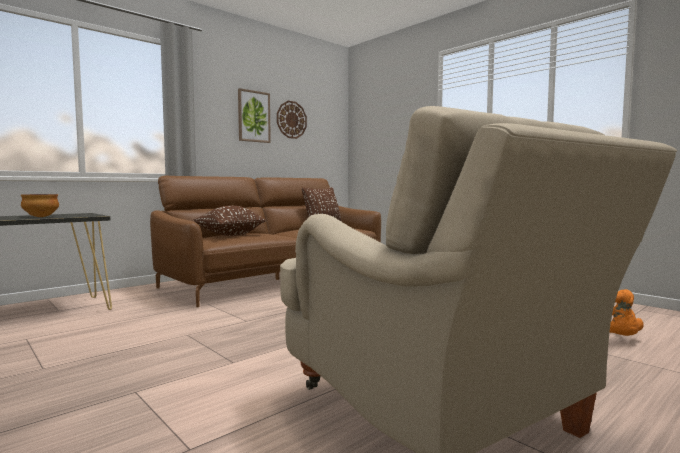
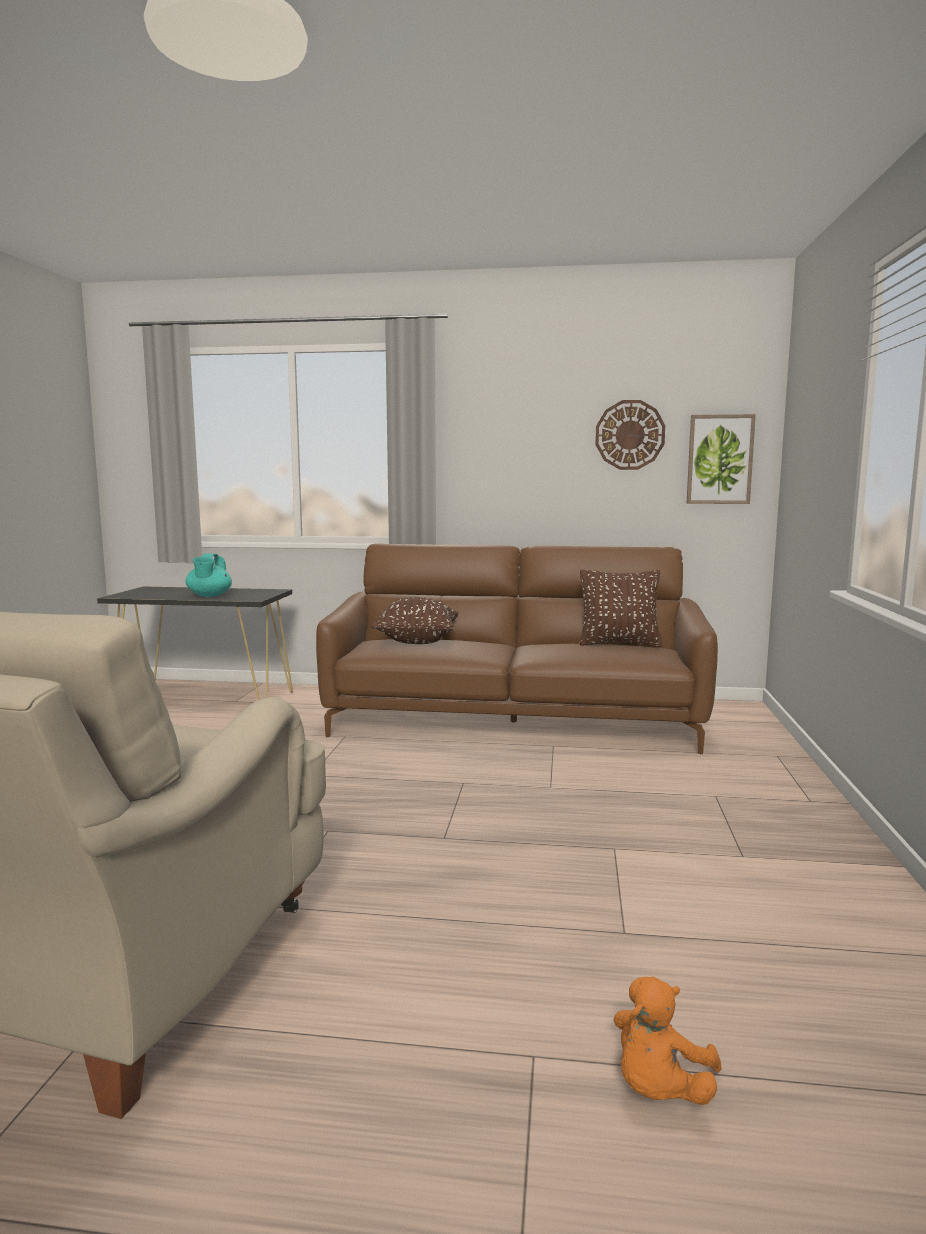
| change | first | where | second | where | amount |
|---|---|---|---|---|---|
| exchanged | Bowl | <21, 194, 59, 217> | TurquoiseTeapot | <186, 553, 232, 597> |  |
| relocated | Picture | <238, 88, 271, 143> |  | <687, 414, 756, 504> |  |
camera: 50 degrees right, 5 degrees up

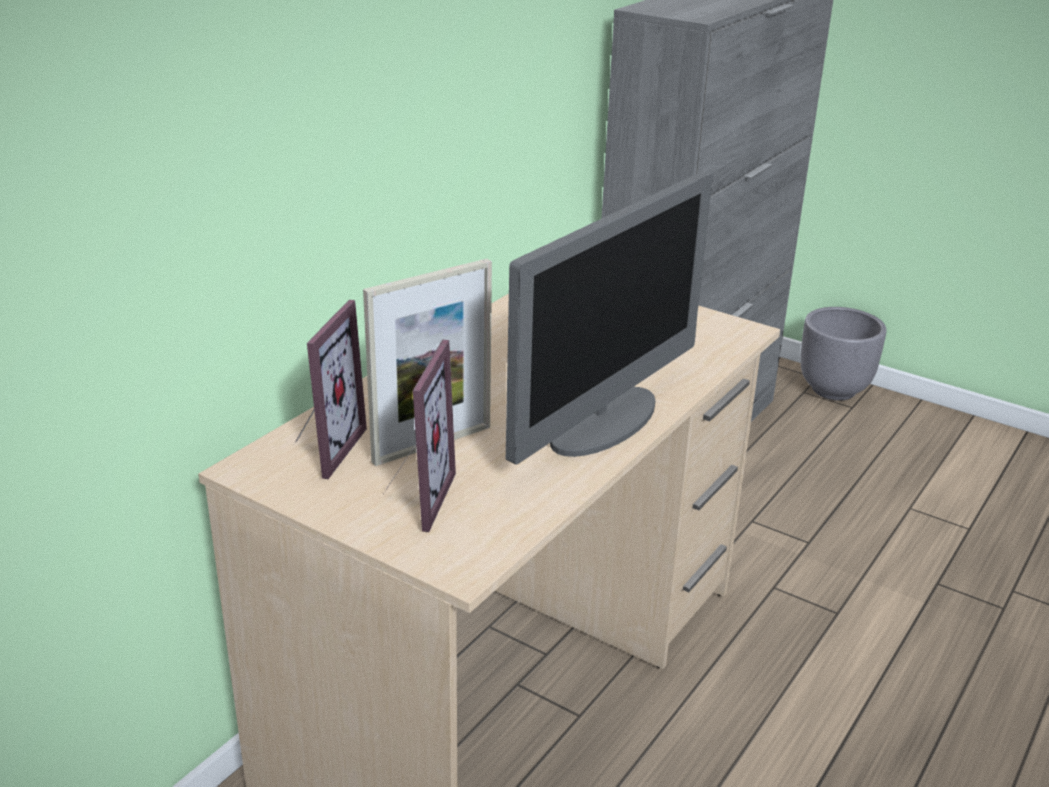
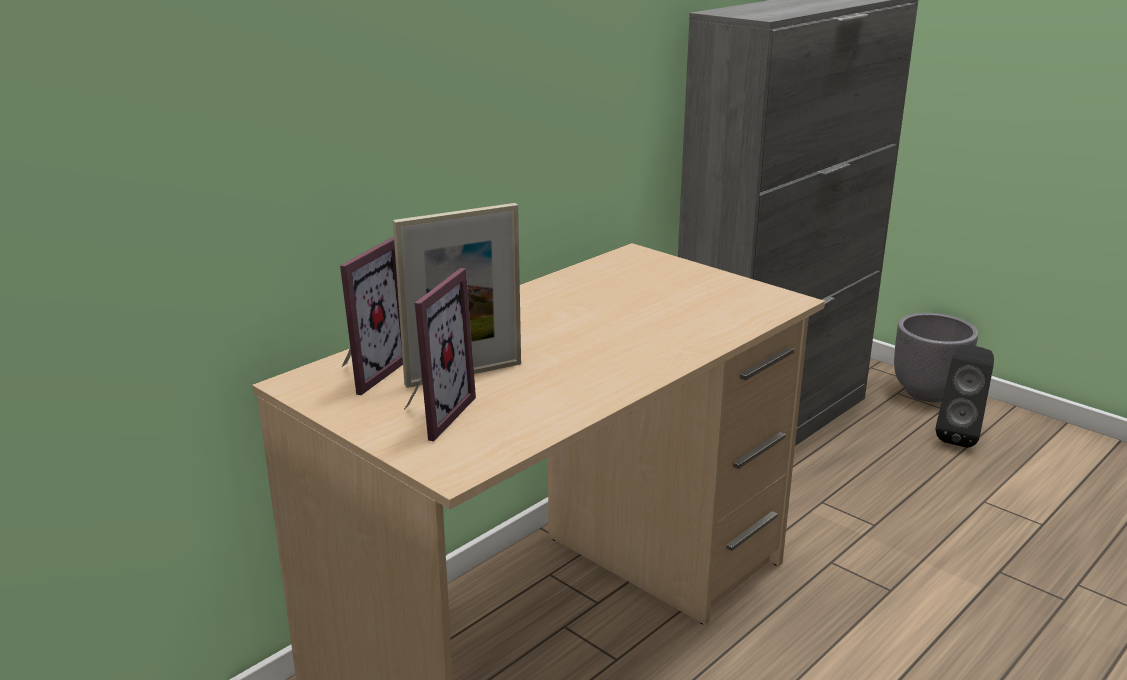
| change | first | where | second | where | amount |
|---|---|---|---|---|---|
| appeared |  |  | BlackSpeaker | <936, 345, 994, 448> |  |
| missing | Monitor | <506, 171, 713, 465> |  |  |  |
camera: 10 degrees right, 5 degrees down

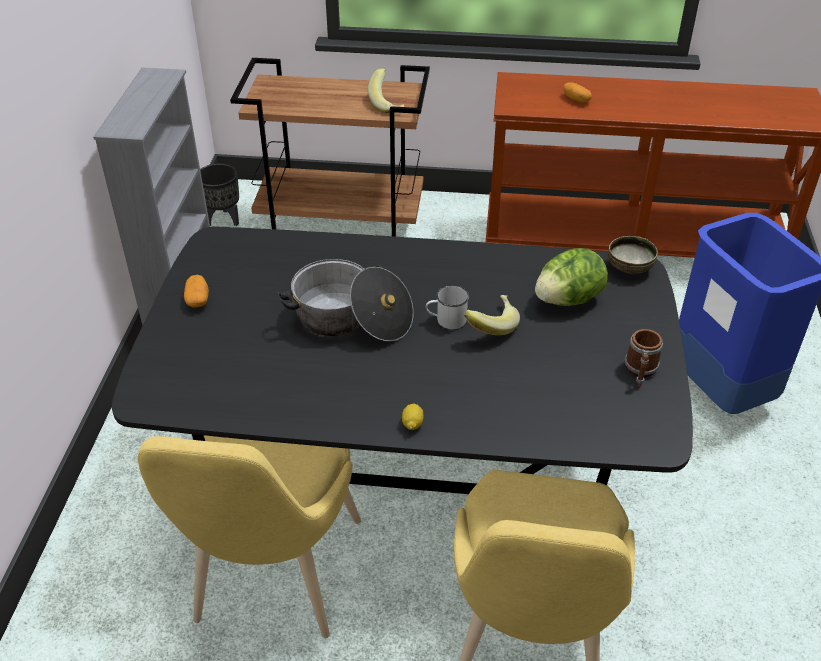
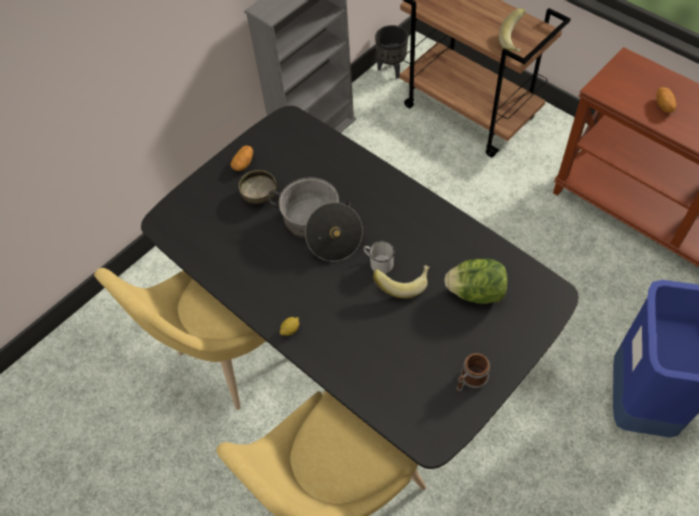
| change | first | where | second | where | amount |
|---|---|---|---|---|---|
| relocated | Bowl | <608, 236, 658, 274> |  | <239, 170, 276, 204> |  |
camera: 40 degrees right, 15 degrees up

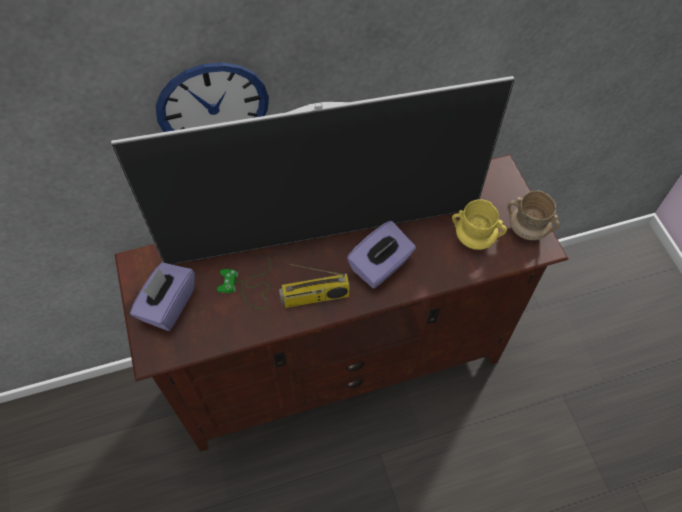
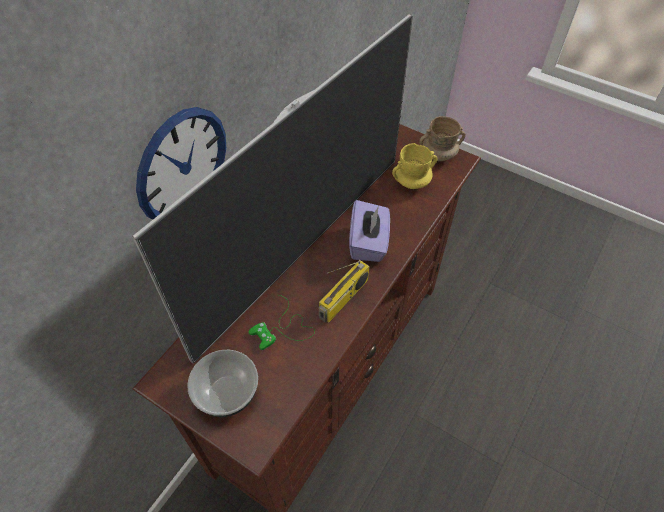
| change | first | where | second | where | amount |
|---|---|---|---|---|---|
| exchanged | PurpleTissueBox | <130, 262, 195, 331> | Bowl | <187, 350, 258, 417> |  |
camera: 40 degrees left, 5 degrees down

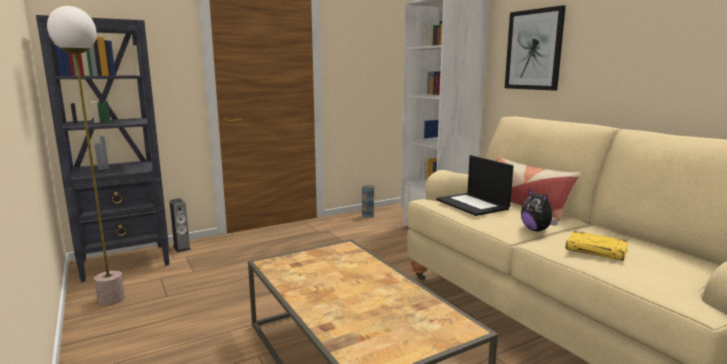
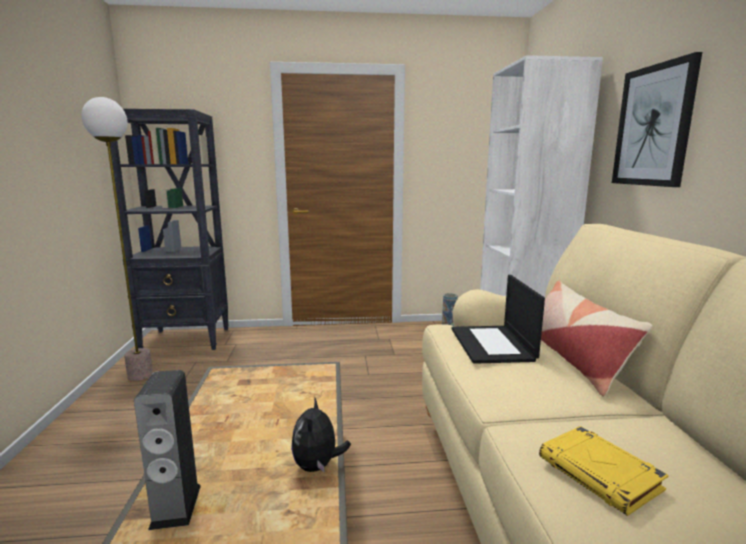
| change | first | where | second | where | amount |
|---|---|---|---|---|---|
| relocated | Speaker | <169, 198, 191, 252> |  | <134, 370, 201, 530> |  |
| relocated | PlushToy | <521, 188, 558, 232> |  | <291, 396, 351, 473> |  |
camera: 25 degrees right, 0 degrees up

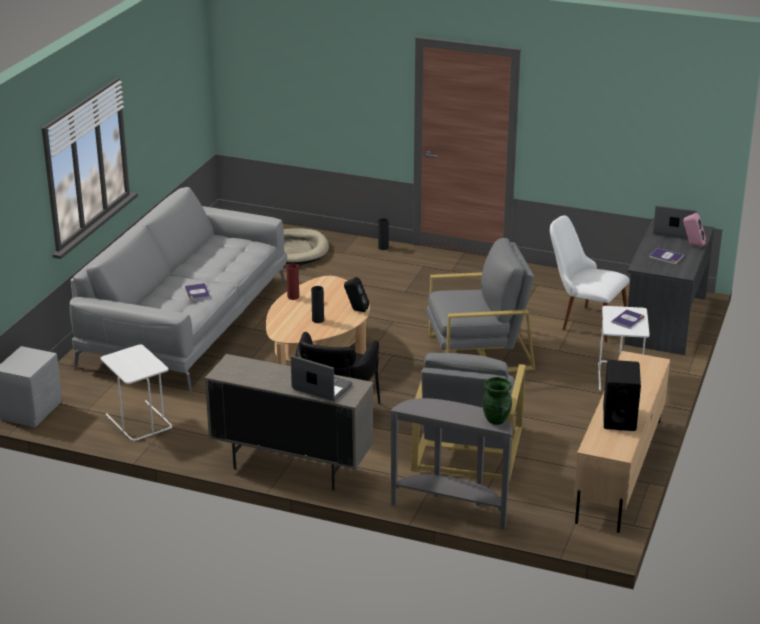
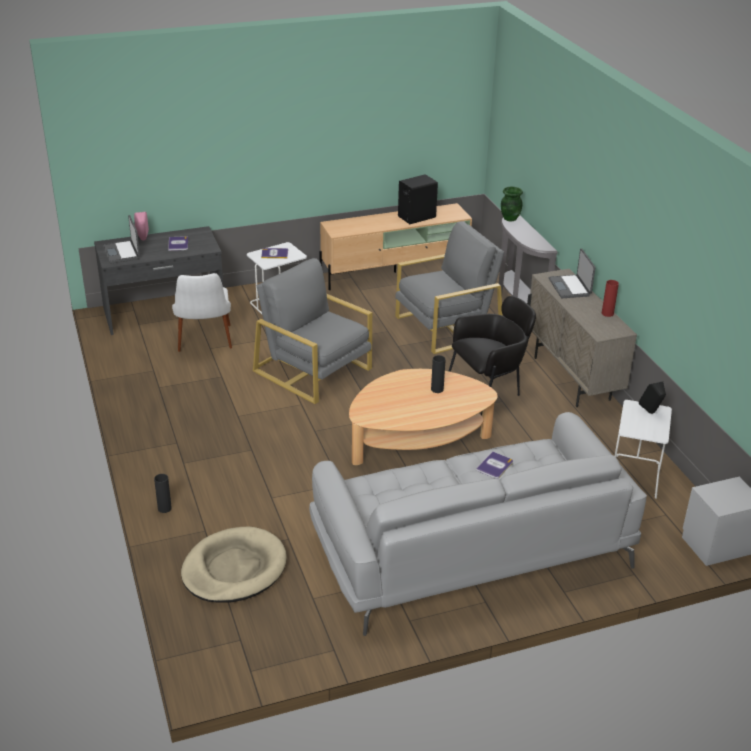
| change | first | where | second | where | amount |
|---|---|---|---|---|---|
| relocated | RedVase | <286, 264, 299, 300> |  | <602, 280, 619, 317> |  |
| relocated | BlackSpeaker | <344, 277, 369, 312> |  | <639, 381, 666, 414> |  |
camera: 130 degrees left, 5 degrees up

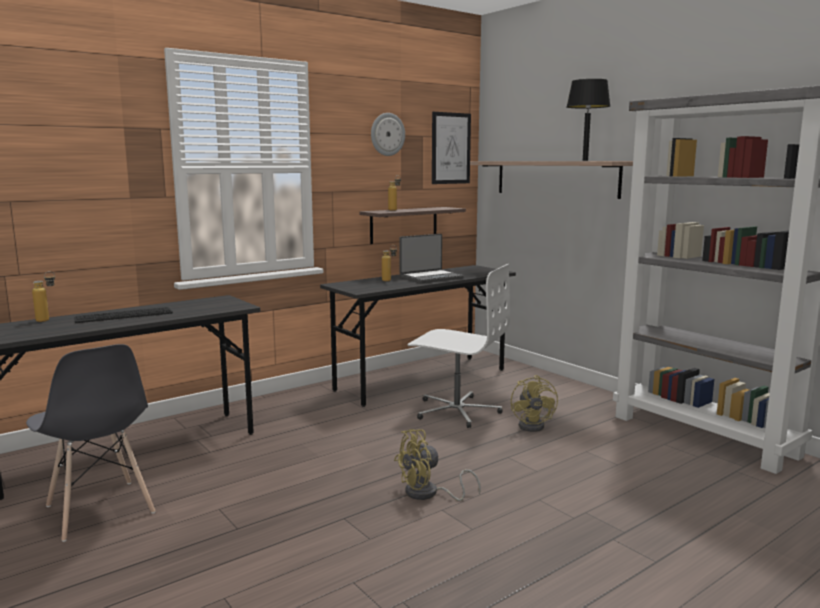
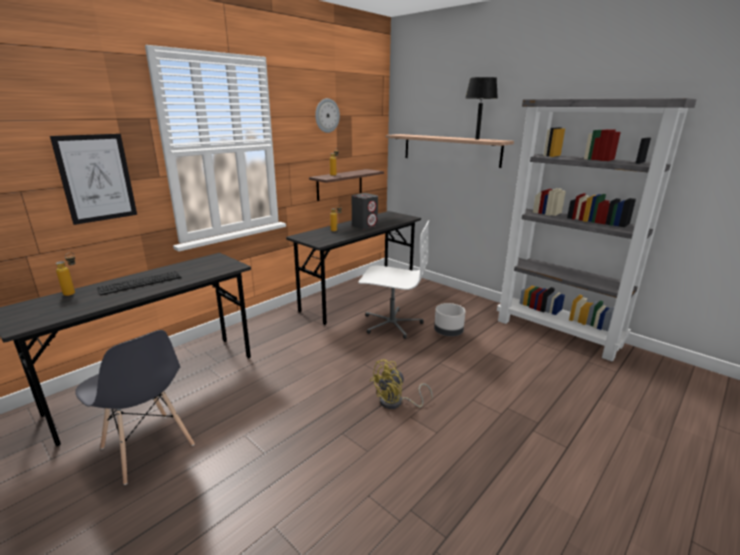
| change | first | where | second | where | amount |
|---|---|---|---|---|---|
| relocated | Picture | <432, 112, 471, 184> |  | <50, 134, 137, 225> |  |
| exchanged | Laptop | <400, 234, 464, 283> | GreySpeaker | <352, 193, 378, 229> |  |
| exchanged | YellowFan | <511, 375, 558, 432> | GreyPlanter | <434, 303, 466, 336> |  |
camera: 10 degrees left, 10 degrees up

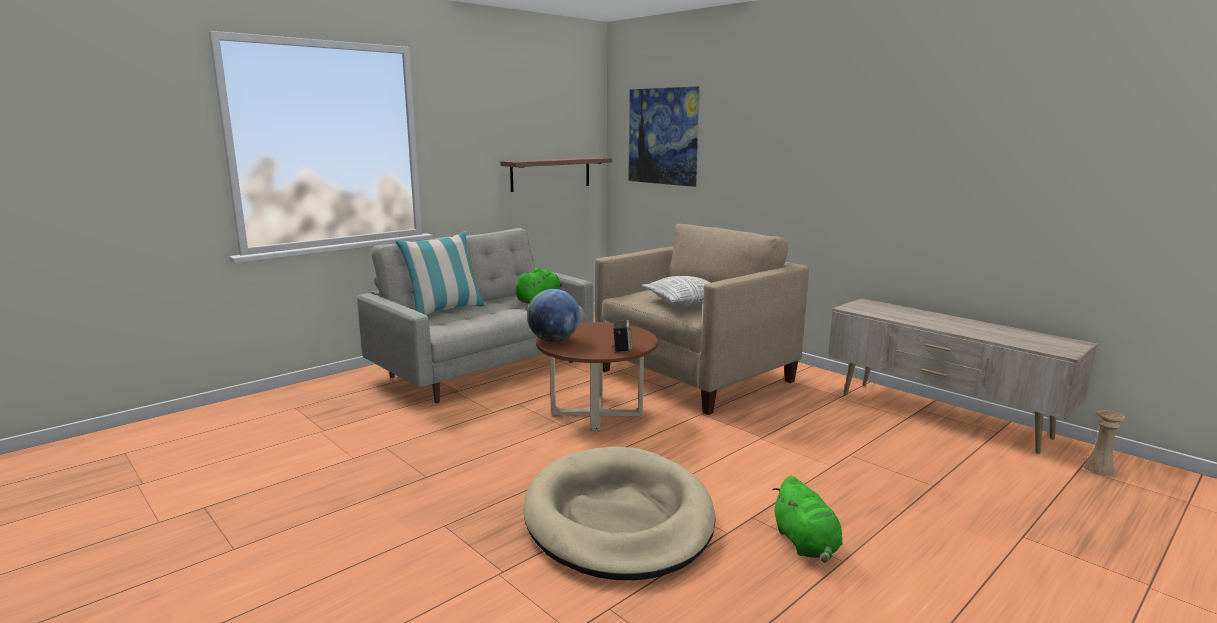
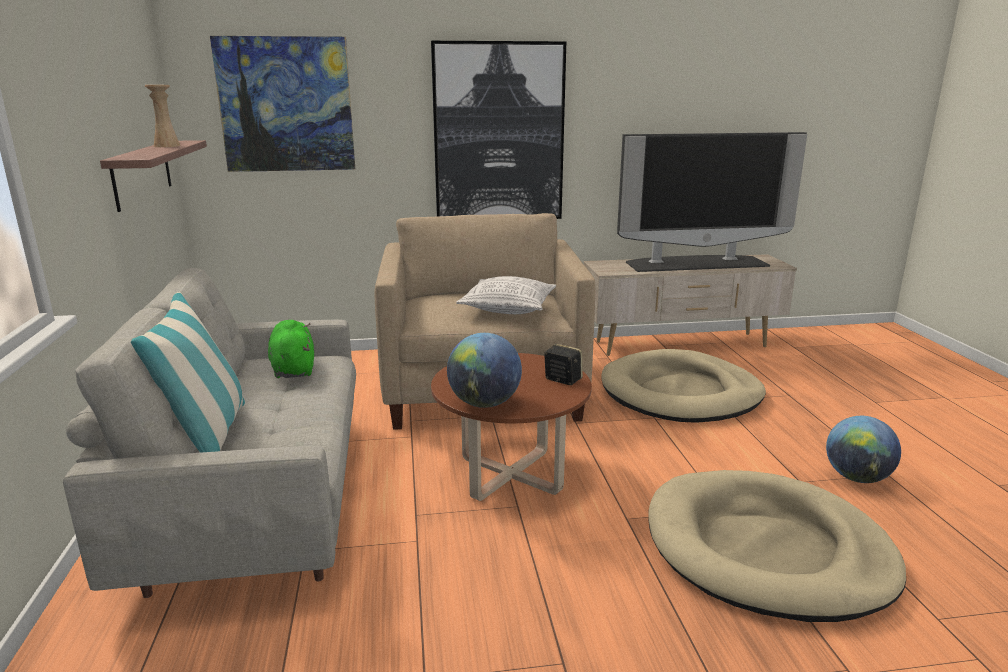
| change | first | where | second | where | amount |
|---|---|---|---|---|---|
| relocated | BeigeVase | <1084, 410, 1125, 476> |  | <145, 85, 180, 147> |  |
| appeared |  |  | Picture | <431, 41, 566, 219> |  |
| appeared |  |  | BeigeDogBed | <601, 349, 766, 423> |  |
| appeared |  |  | Television | <617, 132, 807, 272> |  |
| exchanged | GreenPlushToy | <772, 476, 843, 563> | Globe | <826, 416, 901, 483> |  |
camera: 55 degrees left, 5 degrees up

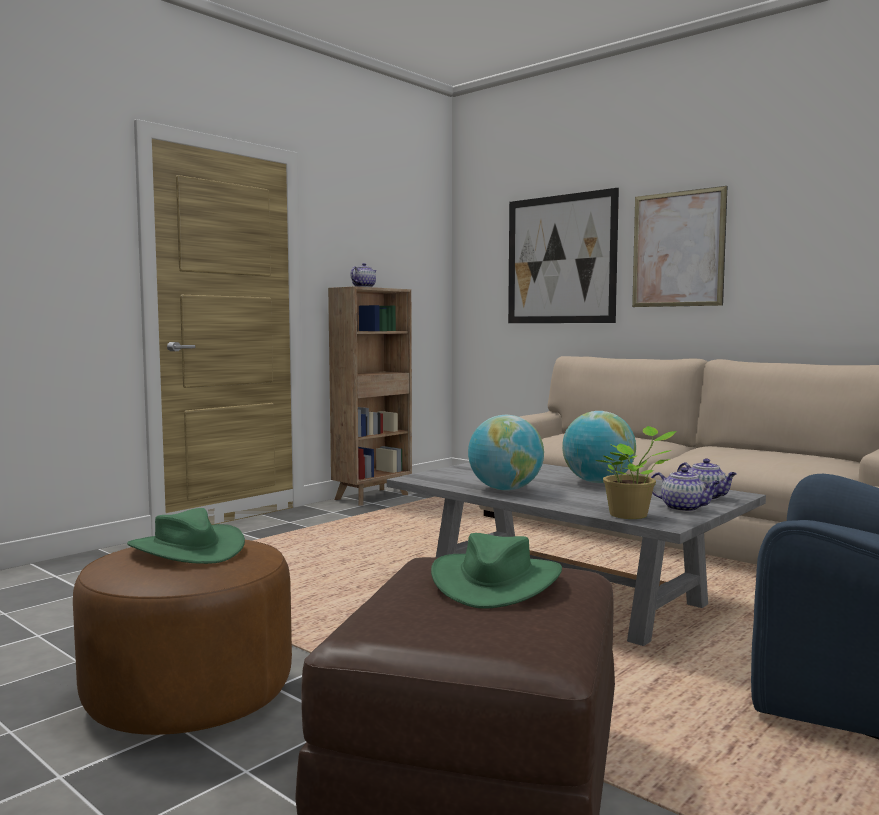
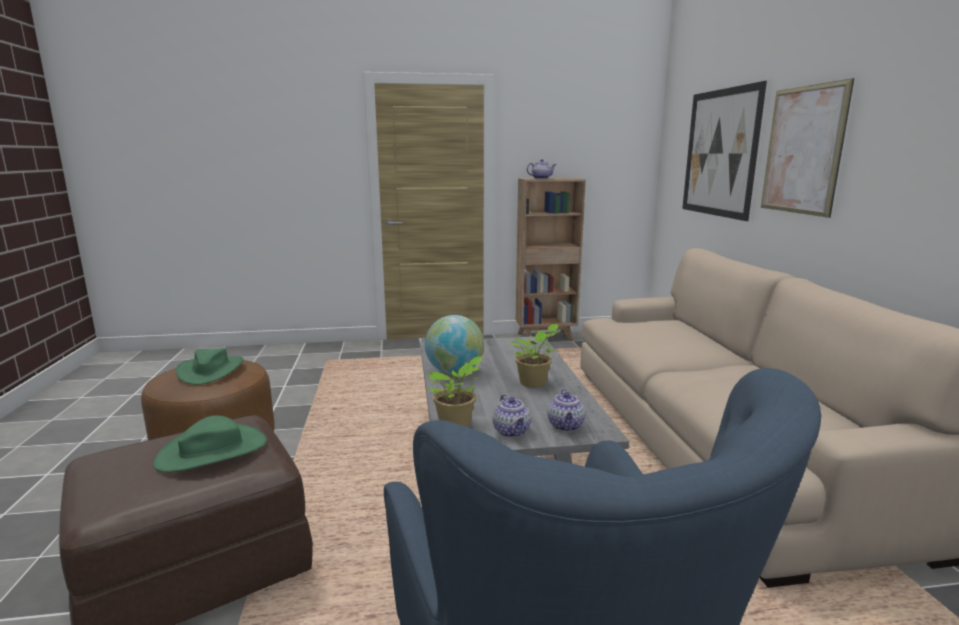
| change | first | where | second | where | amount |
|---|---|---|---|---|---|
| exchanged | Globe | <562, 411, 636, 483> | PottedPlant | <509, 323, 560, 388> |  |
camera: 40 degrees right, 10 degrees up

